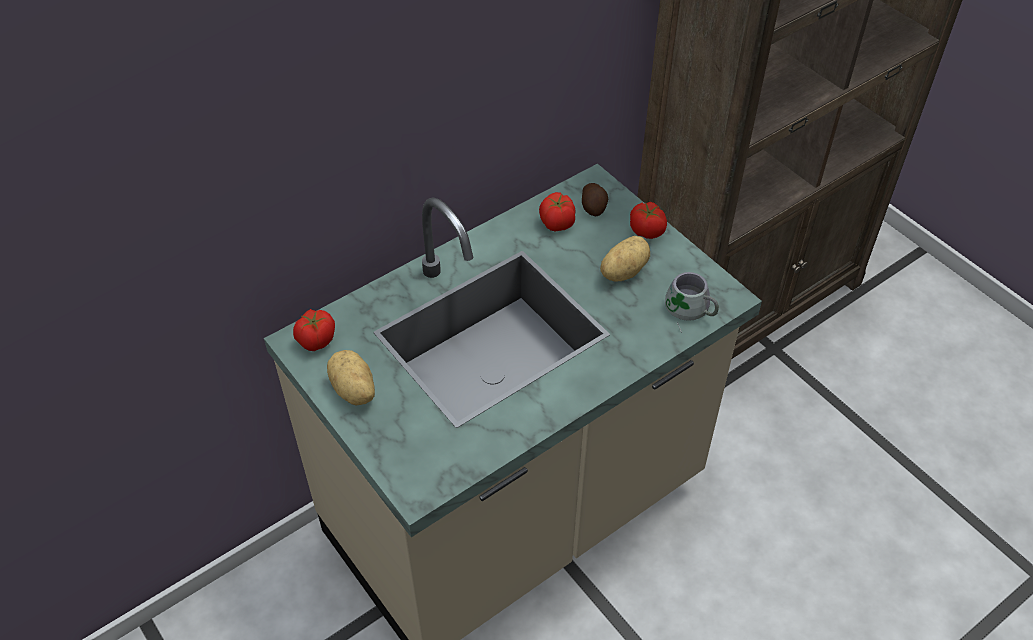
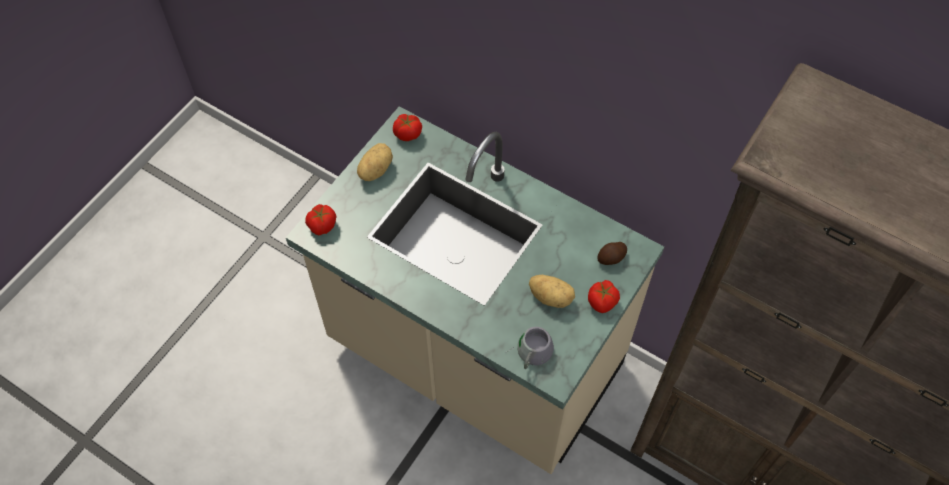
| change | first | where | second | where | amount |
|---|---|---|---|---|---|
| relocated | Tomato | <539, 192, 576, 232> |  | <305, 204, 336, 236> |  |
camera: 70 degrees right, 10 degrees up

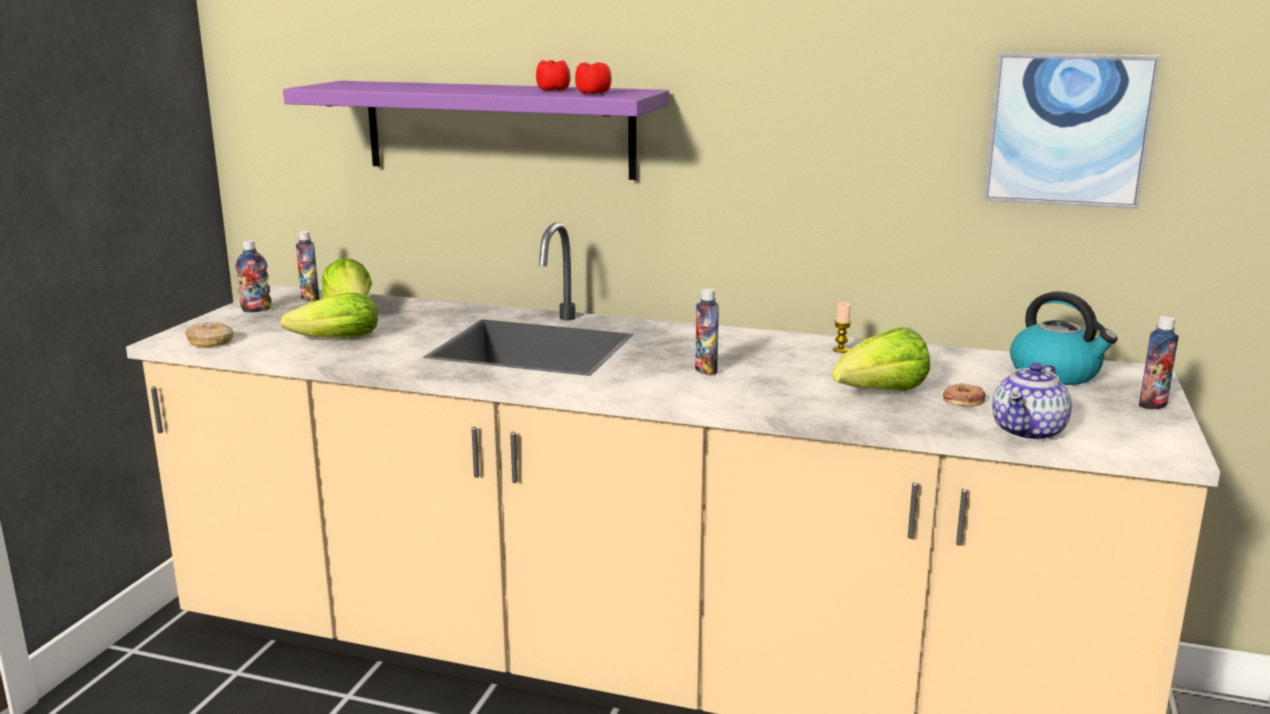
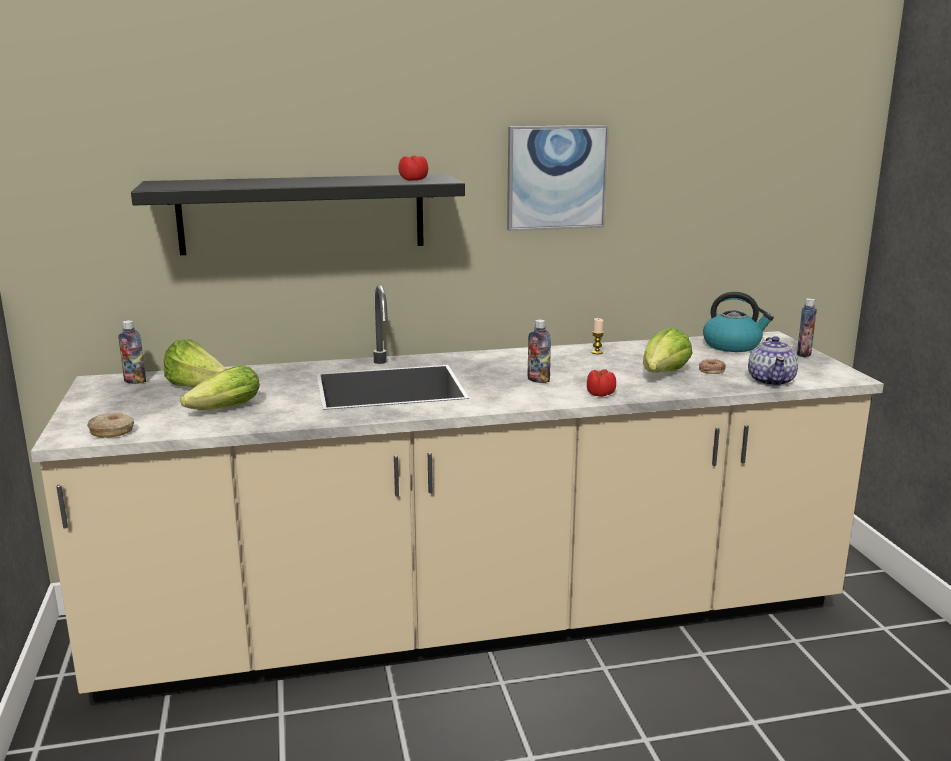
| change | first | where | second | where | amount |
|---|---|---|---|---|---|
| colour | PurpleShelf | <283, 81, 669, 180> | BlackShelf | <131, 174, 465, 255> |  |
| relocated | Picture | <983, 53, 1160, 209> |  | <507, 125, 609, 231> |  |
| relocated | Tomato | <536, 60, 571, 91> |  | <587, 369, 616, 397> |  |
| missing | Bottle | <235, 240, 272, 312> |  |  |  |
camera: 30 degrees left, 0 degrees up

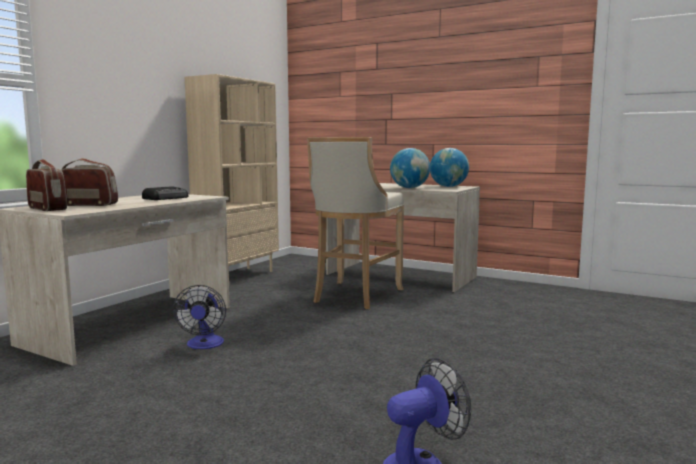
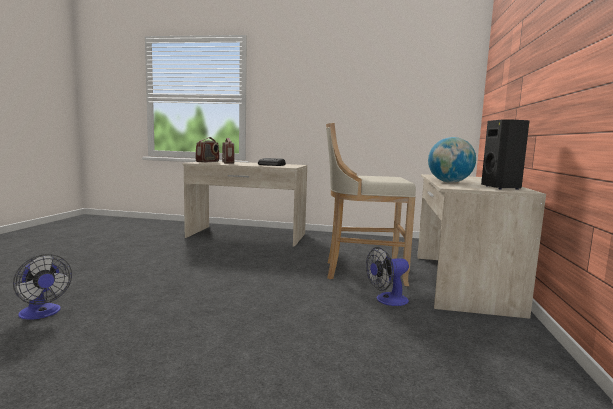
| change | first | where | second | where | amount |
|---|---|---|---|---|---|
| relocated | Fan | <173, 285, 226, 349> |  | <366, 247, 409, 306> |  |
| exchanged | Globe | <430, 148, 469, 187> | BlackSpeaker | <481, 119, 529, 190> |  |
| missing | BeigeBookcase | <185, 74, 279, 275> |  |  |  |
camera: 70 degrees right, 0 degrees up

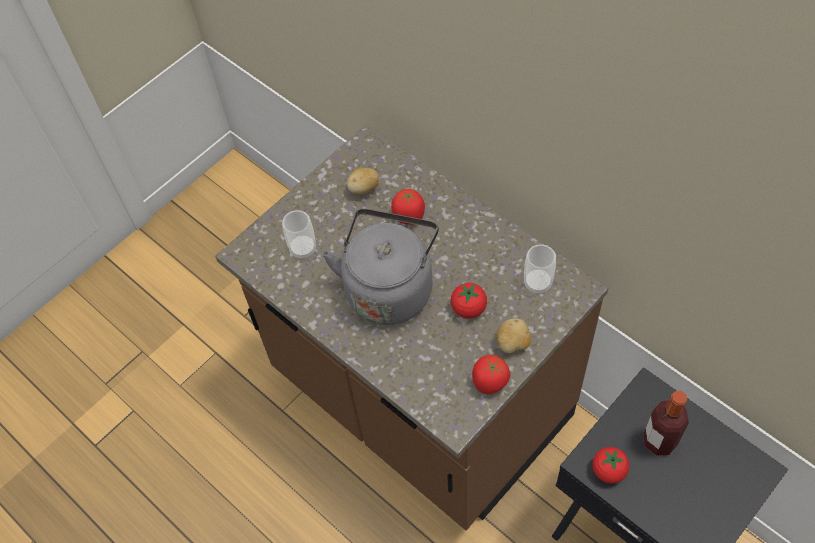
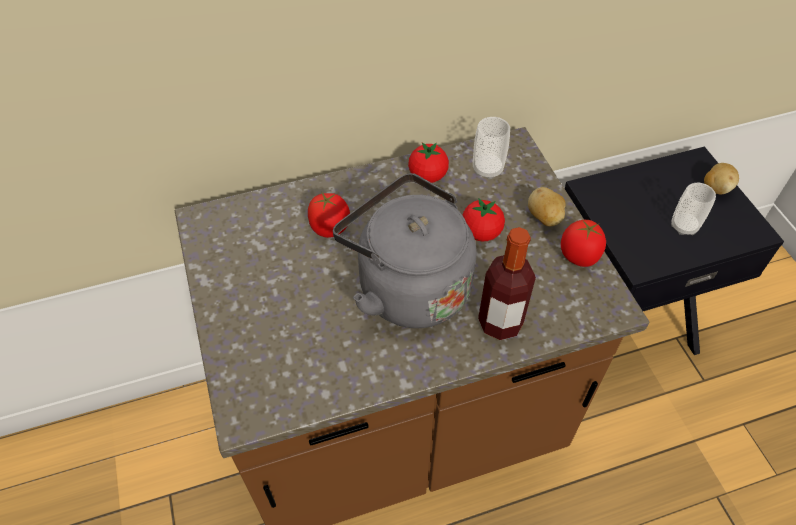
| change | first | where | second | where | amount |
|---|---|---|---|---|---|
| relocated | Tomato | <592, 447, 629, 484> |  | <408, 142, 449, 183> |  |
| relocated | Bottle | <643, 391, 689, 455> |  | <478, 227, 536, 340> |  |
| relocated | Cup | <282, 210, 316, 258> |  | <671, 183, 716, 235> |  |
| relocated | Potato | <346, 168, 379, 194> |  | <704, 163, 739, 194> |  |
camera: 65 degrees left, 5 degrees down

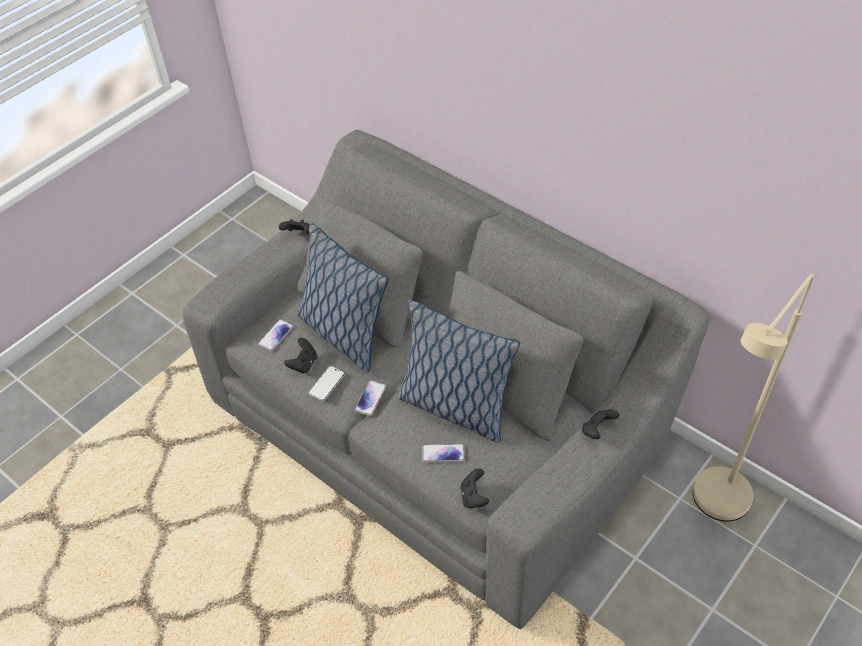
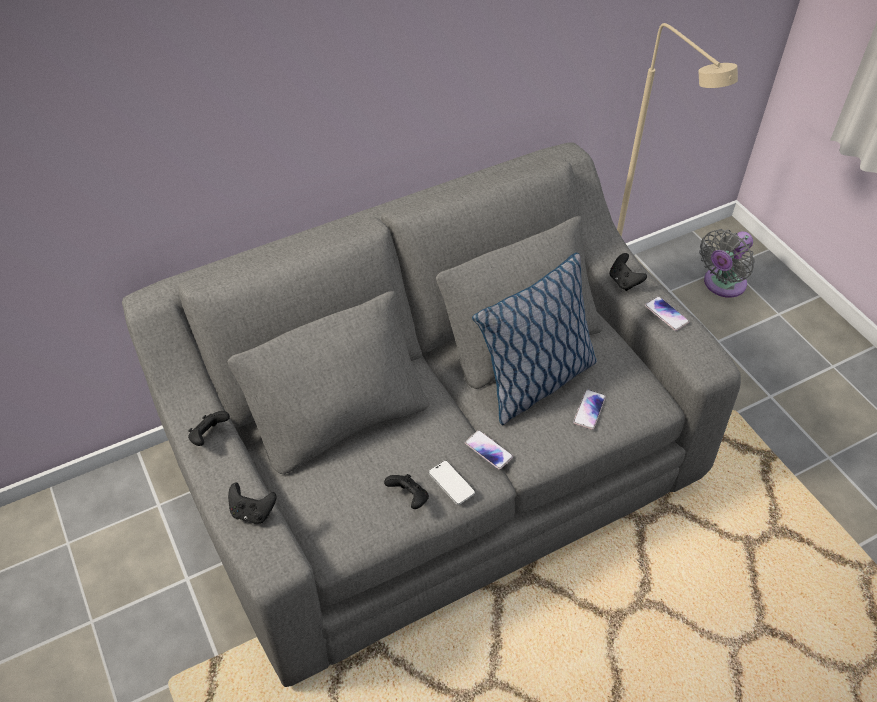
| change | first | where | second | where | amount |
|---|---|---|---|---|---|
| relocated | BlackGameController | <460, 469, 489, 508> |  | <228, 482, 277, 524> |  |
| relocated | Phone | <258, 319, 294, 351> |  | <645, 296, 689, 331> |  |
| appeared |  |  | GreyFan | <699, 229, 755, 298> |  |
| missing | Pillow | <297, 223, 389, 373> |  |  |  |
camera: 70 degrees left, 0 degrees up

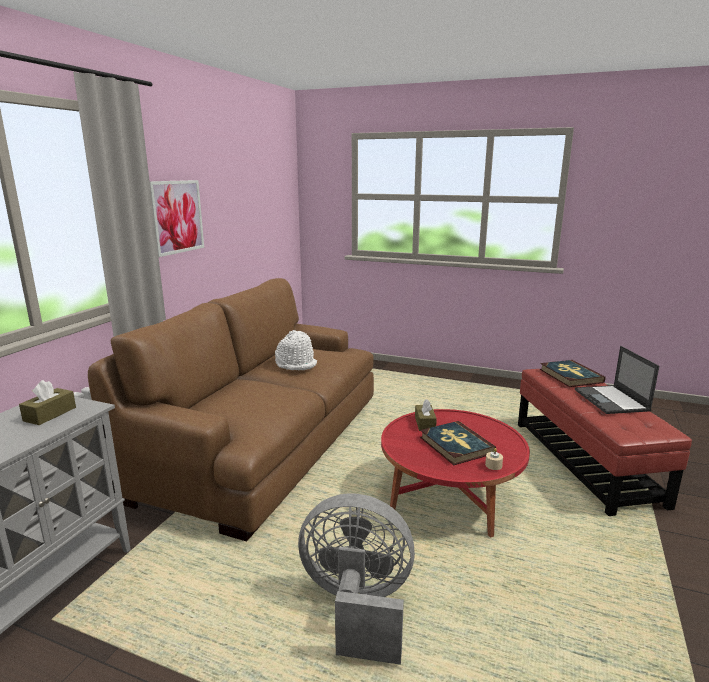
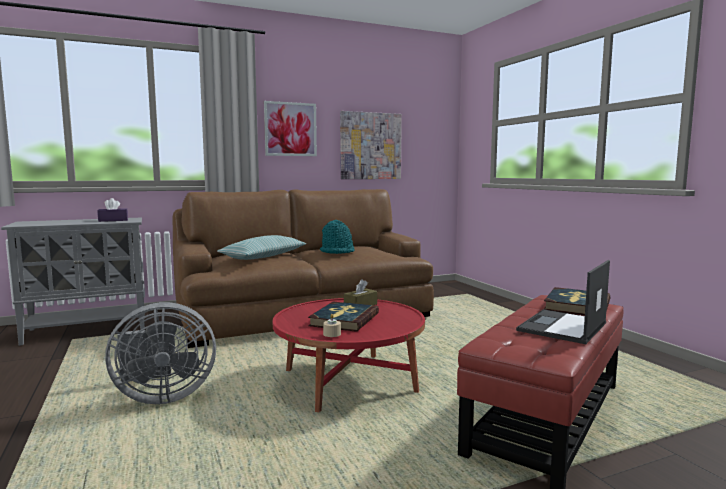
| change | first | where | second | where | amount |
|---|---|---|---|---|---|
| colour | BrownTissueBox | <19, 380, 76, 425> | PurpleTissueBox | <97, 198, 128, 222> |  |
| spun | GreyFan | <298, 493, 415, 665> |  | <105, 302, 216, 404> | 105 degrees clockwise |
| appeared |  |  | Pillow | <217, 235, 306, 260> |  |
| colour | WhiteHat | <275, 330, 317, 370> | TurquoiseHat | <320, 220, 354, 254> |  |
| appeared |  |  | Picture | <340, 111, 402, 179> |  |
camera: 45 degrees right, 10 degrees down

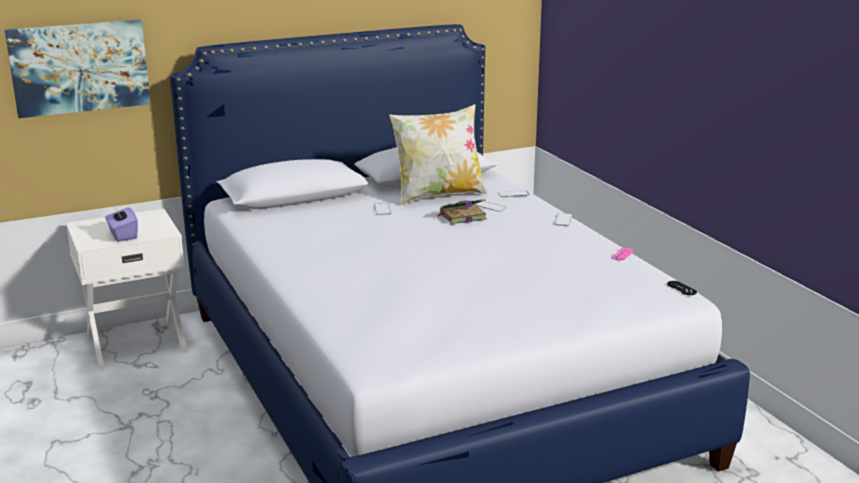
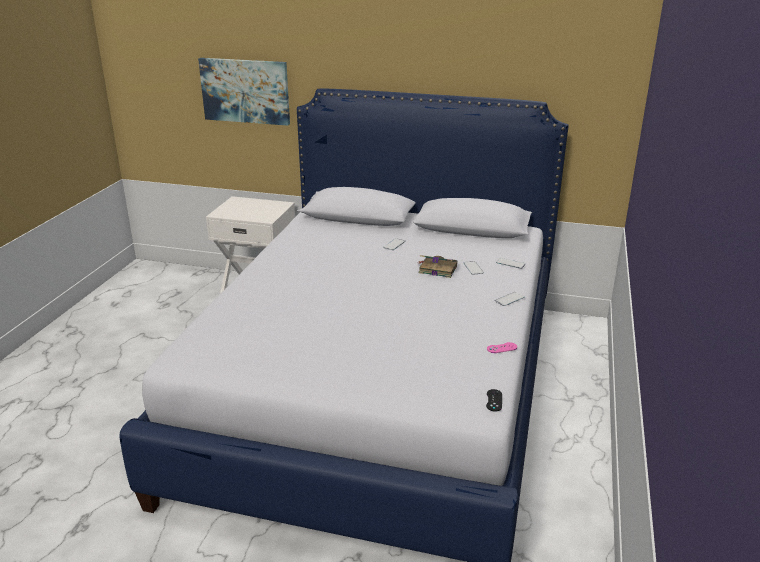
| change | first | where | second | where | amount |
|---|---|---|---|---|---|
| missing | PurpleTissueBox | <105, 204, 138, 242> |  |  |  |
| missing | Pillow | <389, 104, 487, 205> |  |  |  |
camera: 40 degrees right, 5 degrees up

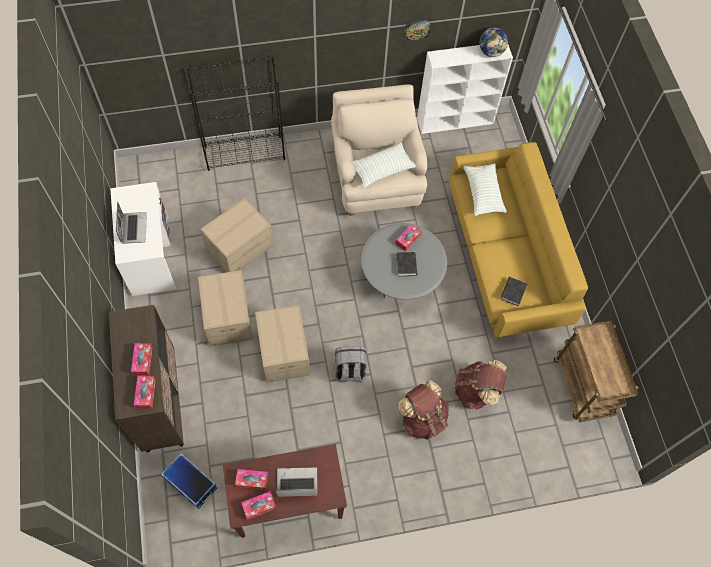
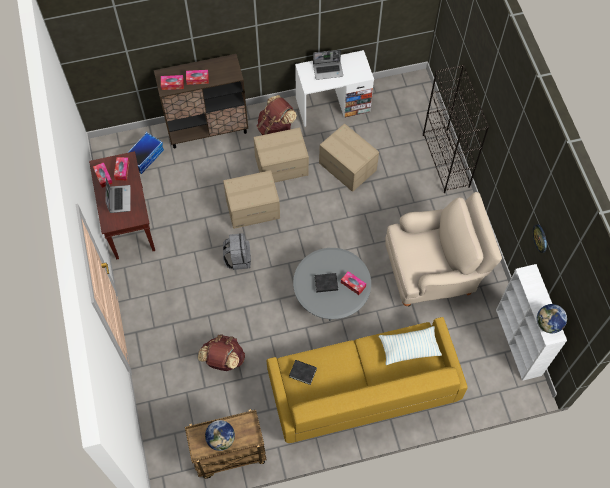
| change | first | where | second | where | amount |
|---|---|---|---|---|---|
| appeared |  |  | Globe | <205, 420, 235, 451> |  |
| relocated | BrownBackpack | <398, 380, 449, 440> |  | <257, 95, 297, 135> |  |
| missing | Pillow | <352, 142, 416, 188> |  |  |  |
camera: 90 degrees right, 0 degrees up

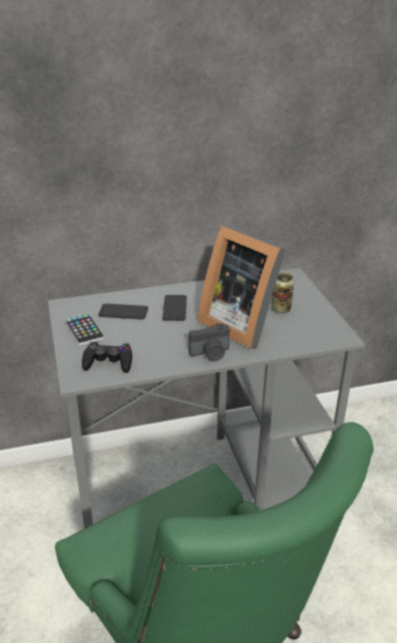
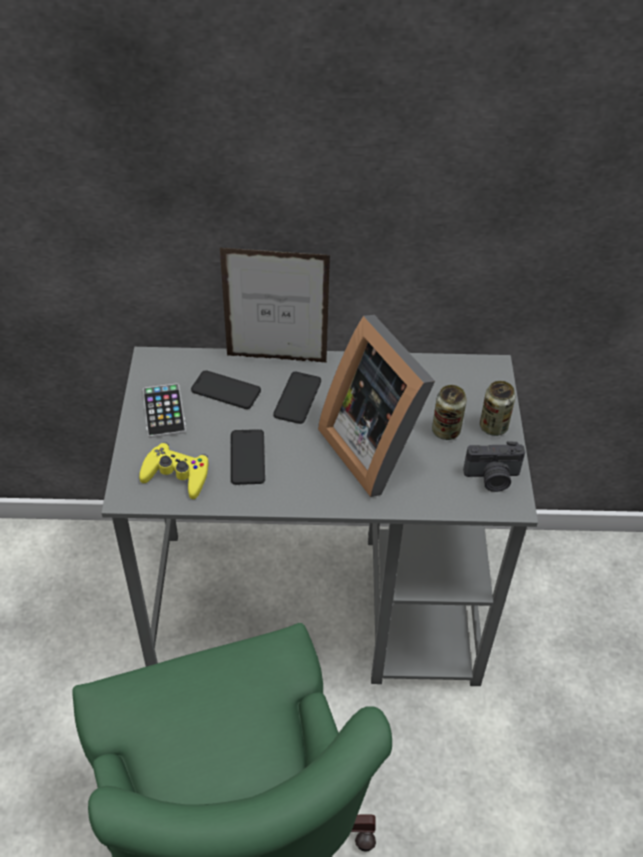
| change | first | where | second | where | amount |
|---|---|---|---|---|---|
| colour | BlackGameController | <82, 341, 132, 373> | YellowGameController | <139, 442, 209, 499> |  |
| appeared |  |  | PictureFrame | <220, 248, 330, 363> |  |
| appeared |  |  | Phone | <231, 429, 265, 485> |  |
| relocated | PhotoCamera | <189, 323, 230, 361> |  | <463, 441, 525, 492> |  |
| appeared |  |  | Can | <480, 381, 516, 436> |  |
camera: 15 degrees right, 15 degrees up

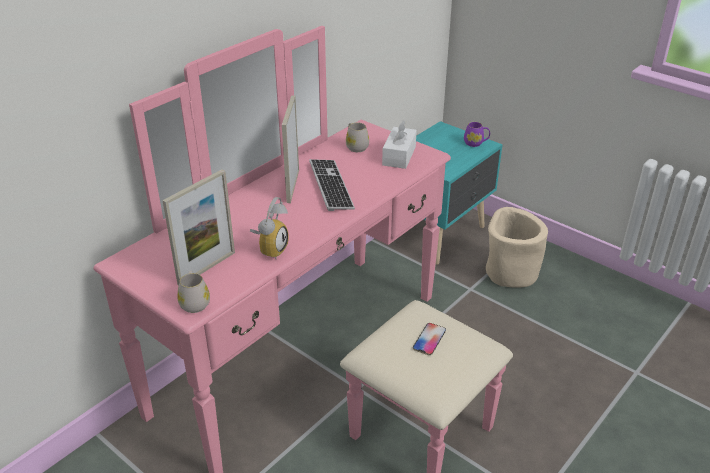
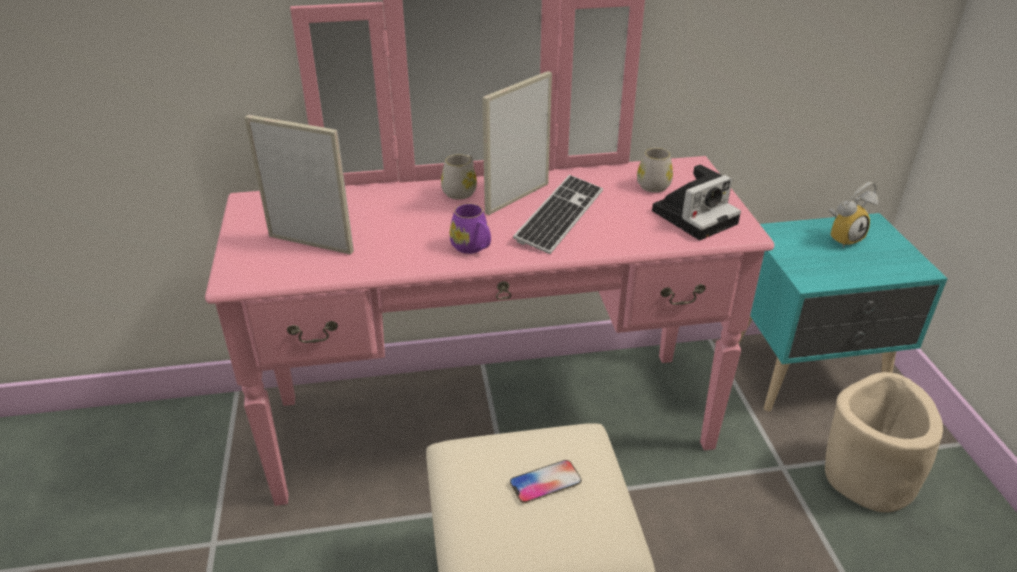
| change | first | where | second | where | amount |
|---|---|---|---|---|---|
| spun | PictureFrame | <162, 169, 235, 285> |  | <244, 115, 354, 255> | 150 degrees counterclockwise |
| relocated | WhiteMug | <177, 271, 210, 313> |  | <441, 154, 477, 200> |  |
| relocated | PurpleMug | <464, 122, 490, 147> |  | <449, 204, 491, 254> |  |
| exchanged | WhiteTissueBox | <382, 120, 417, 169> | PhotoCamera | <652, 165, 741, 240> |  |
| relocated | AlarmClock | <250, 197, 289, 259> |  | <829, 182, 879, 248> |  |
camera: 40 degrees right, 0 degrees up

